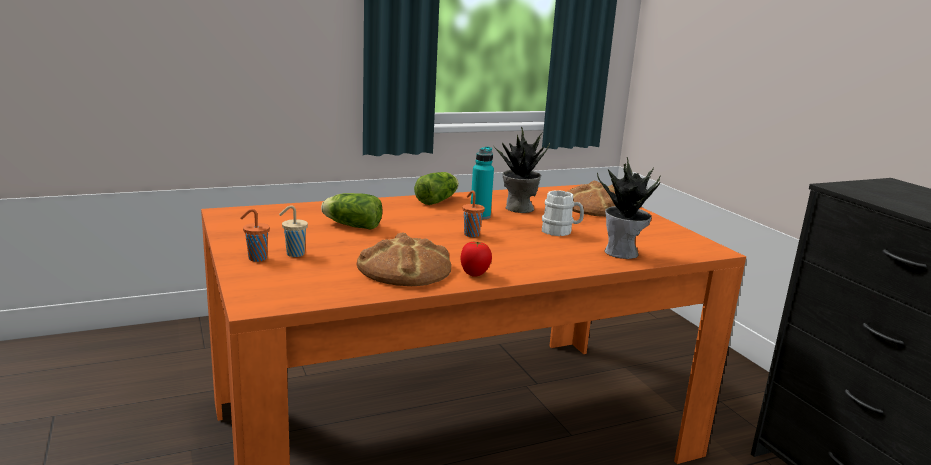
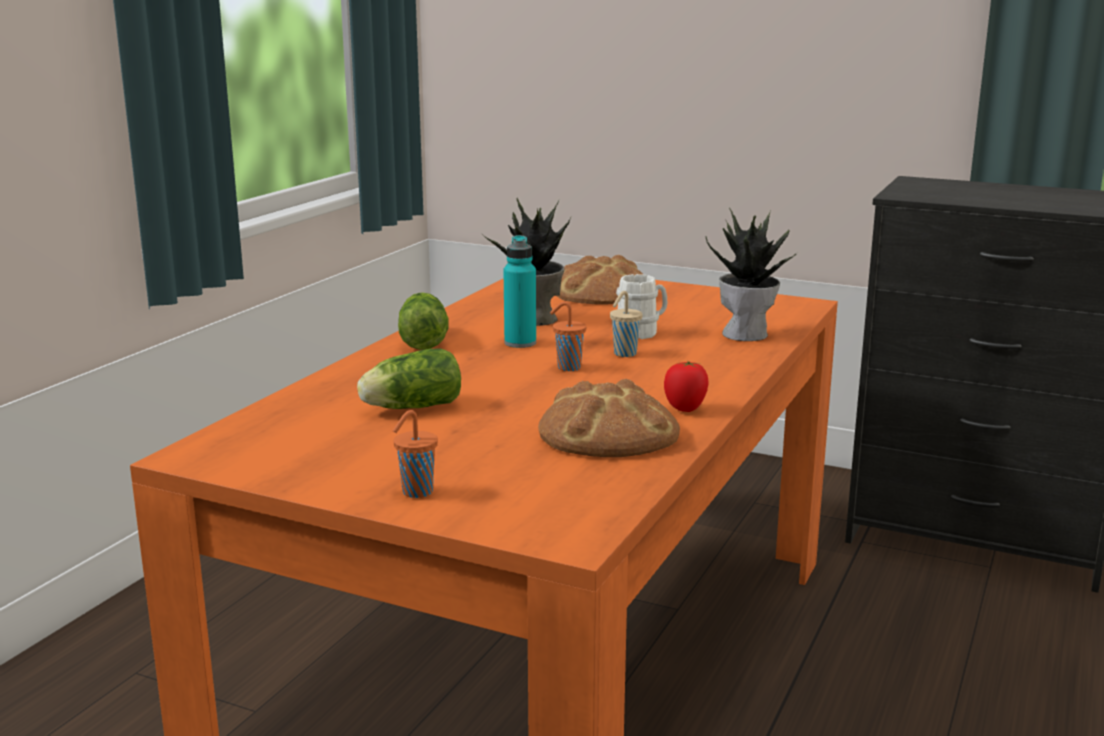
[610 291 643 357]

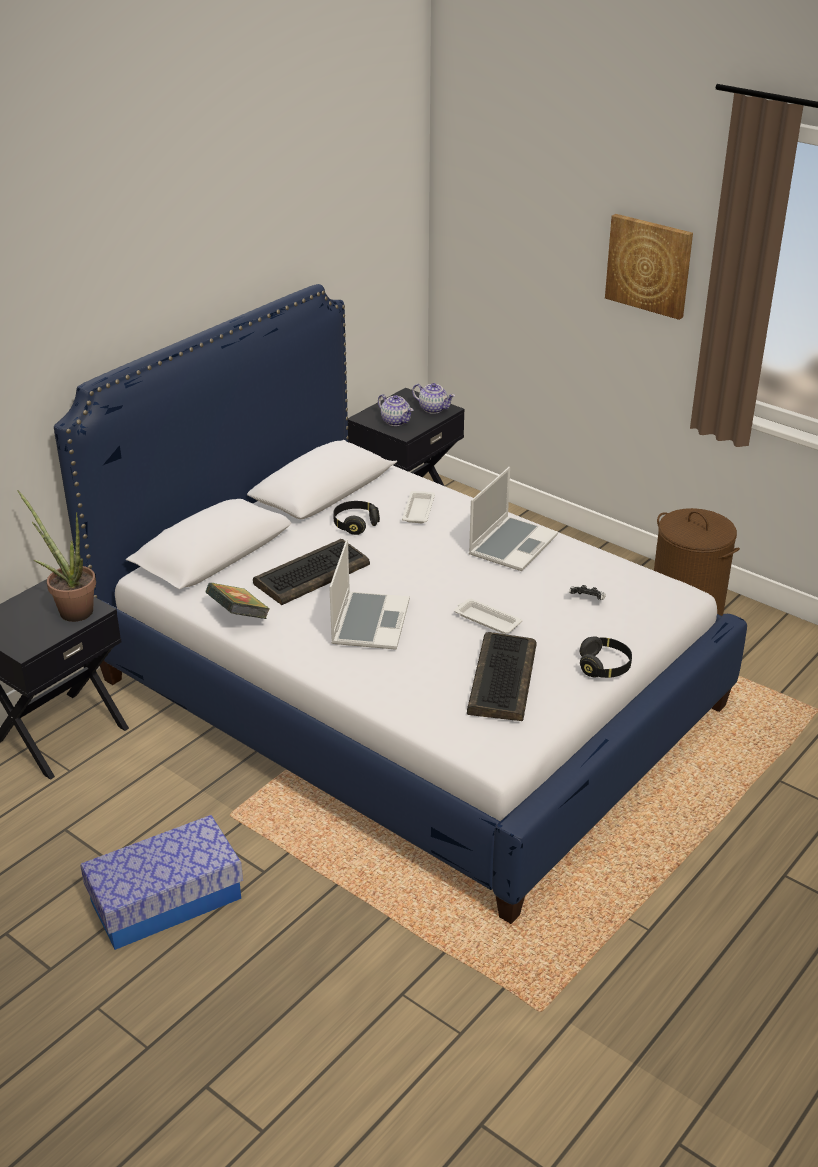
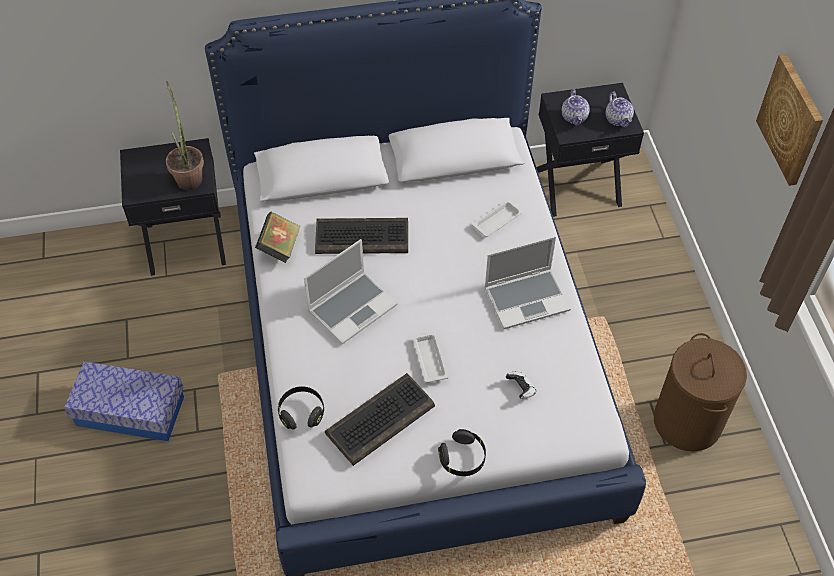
[278 386 324 429]

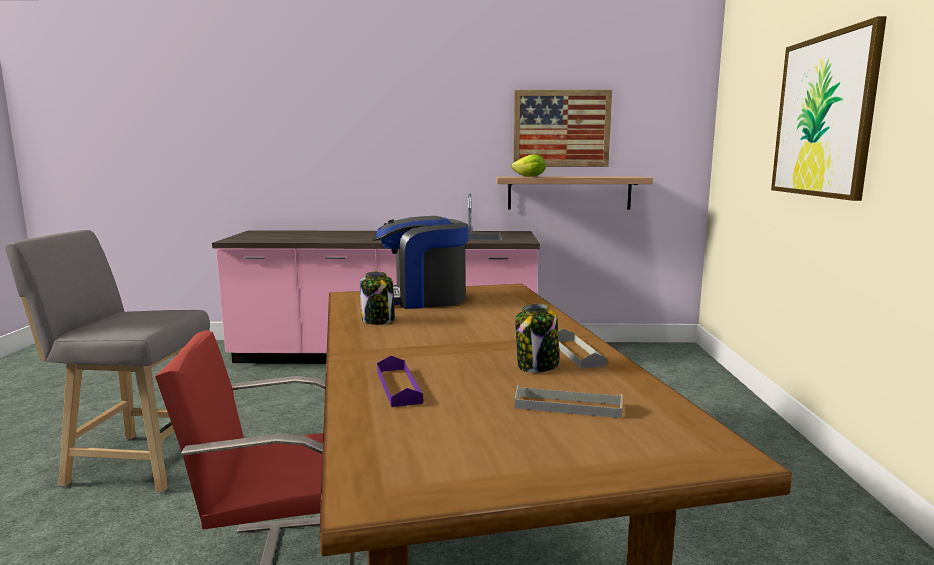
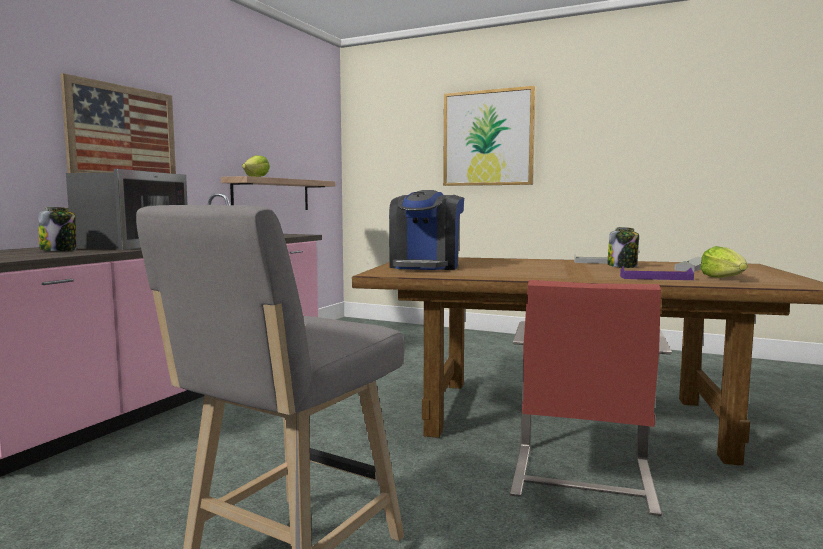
[38 207 76 251]
[60 73 176 174]
[66 169 188 250]
[700 246 747 278]

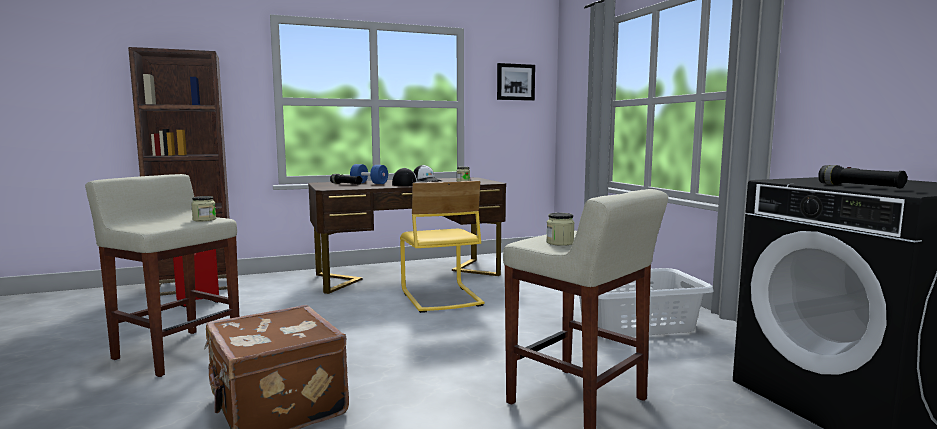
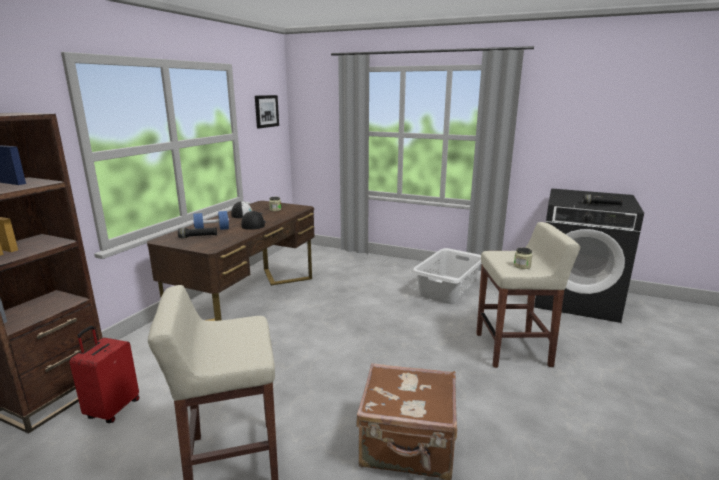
[191 196 216 221] (first image)
[400 181 484 313] (first image)

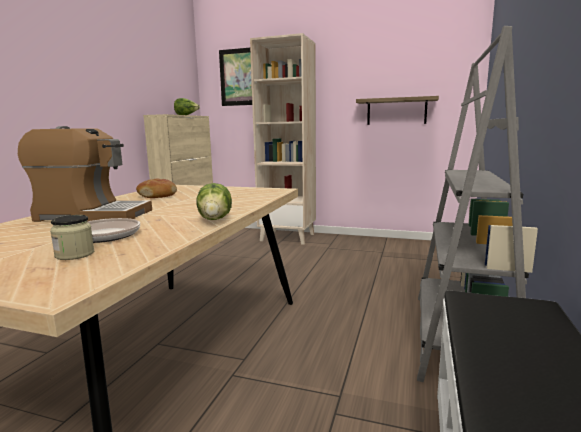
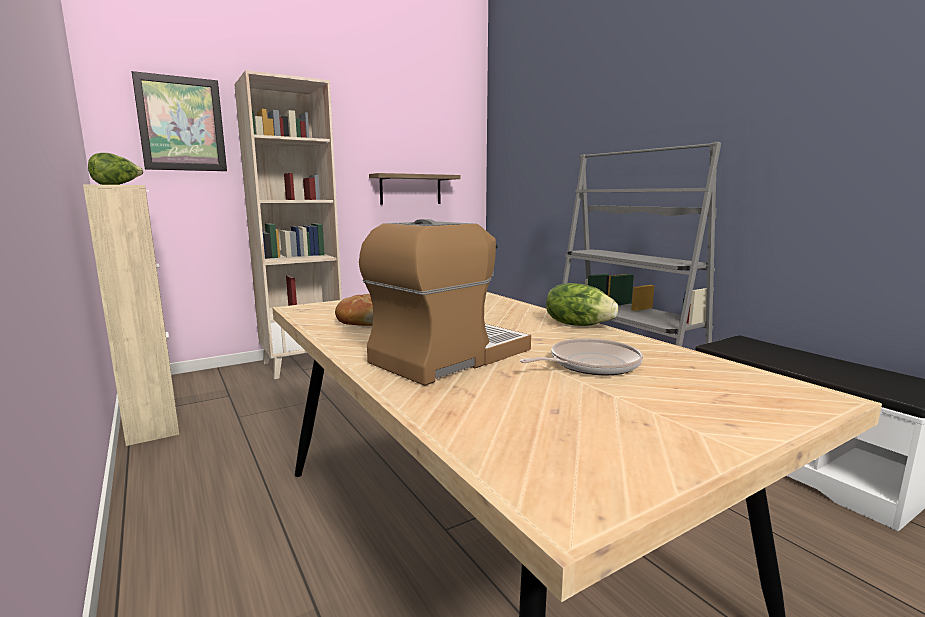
[50 215 94 260] (first image)

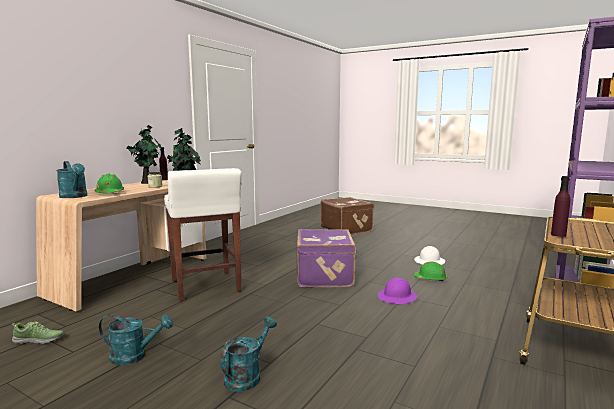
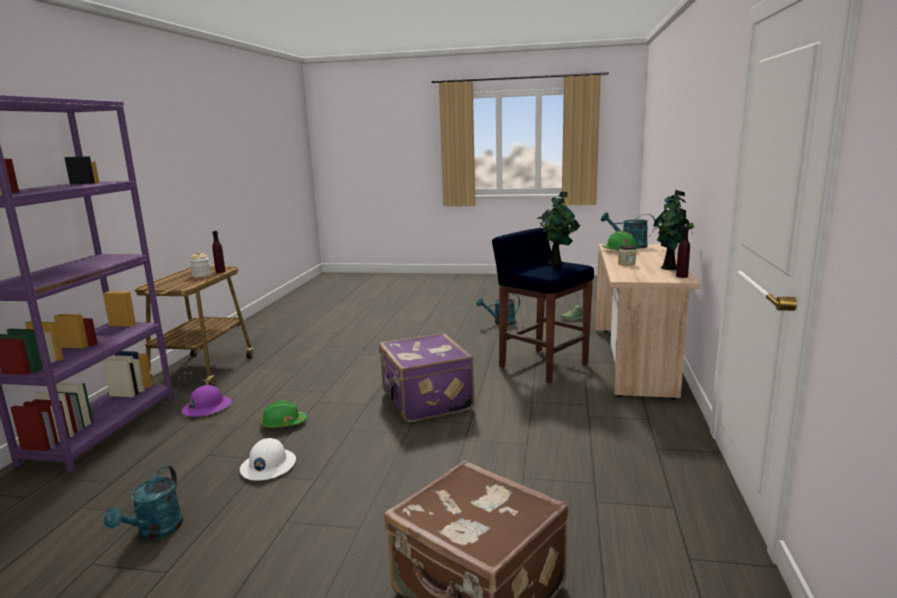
[492 228 594 383]
[104 466 183 540]
[182 385 232 417]
[189 251 211 278]

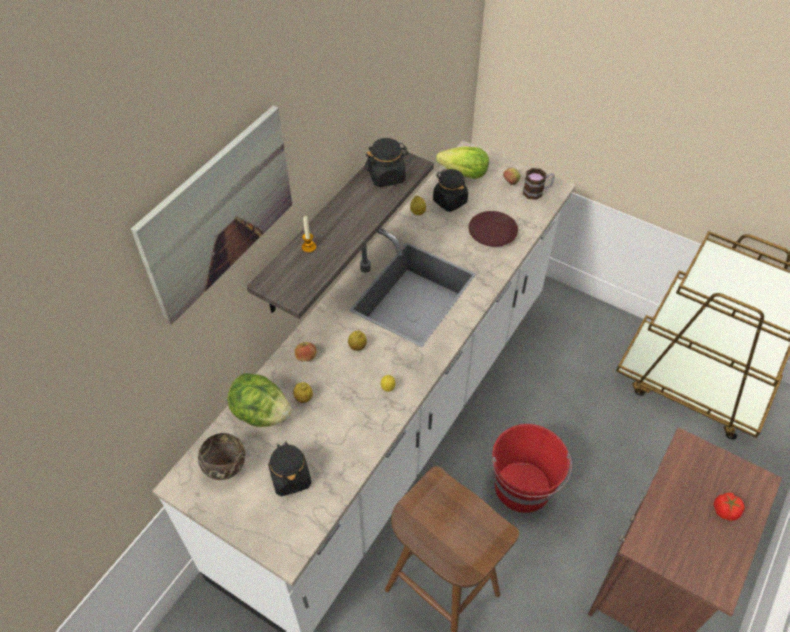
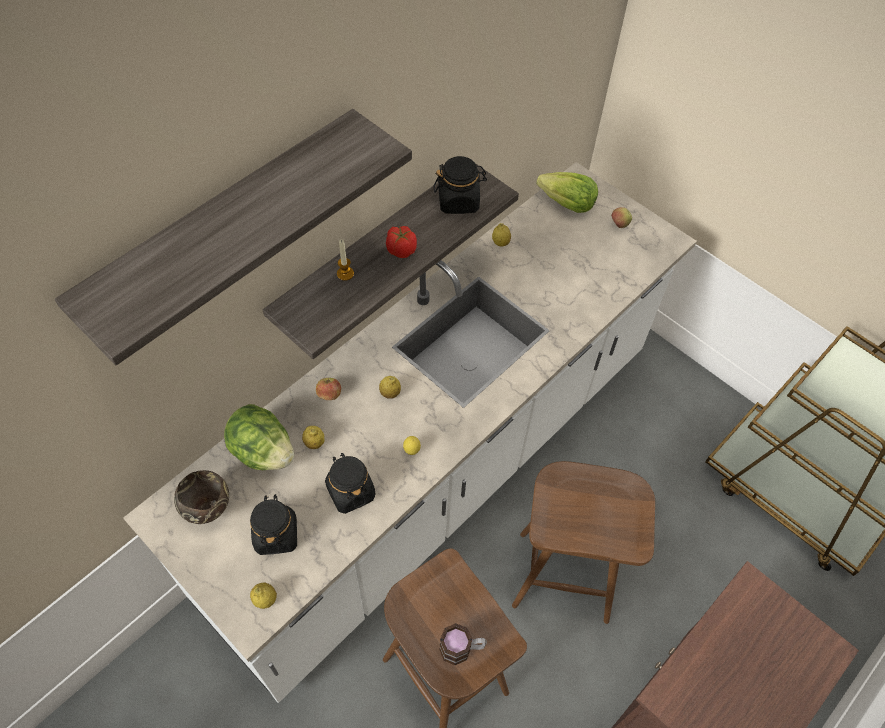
[55 109 412 365]
[325 453 375 514]
[468 211 518 247] (first image)
[512 461 655 624]
[439 623 487 665]
[386 226 417 258]
[250 582 277 609]

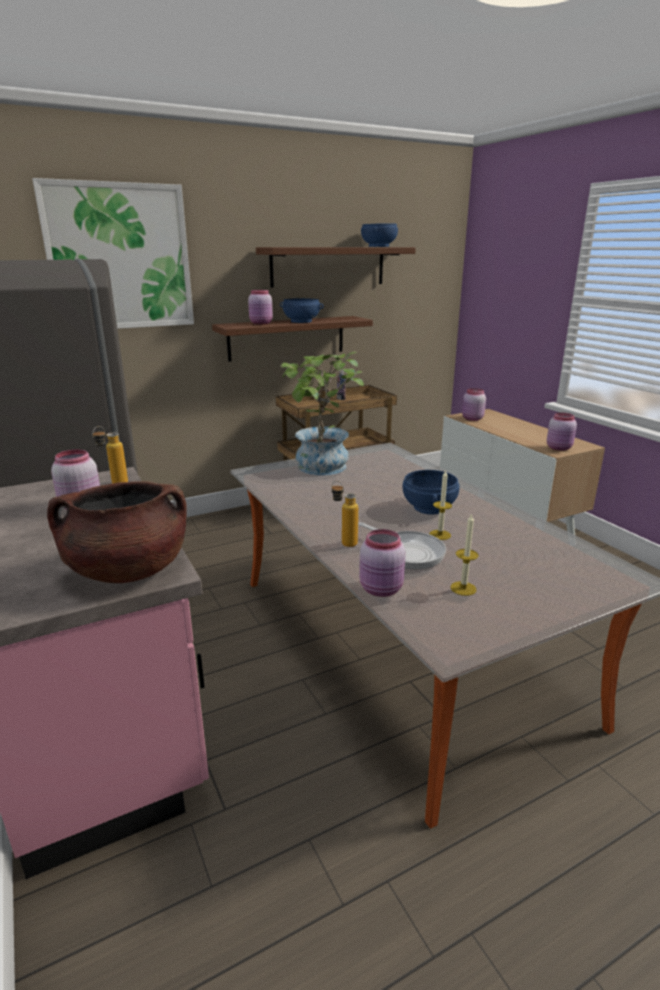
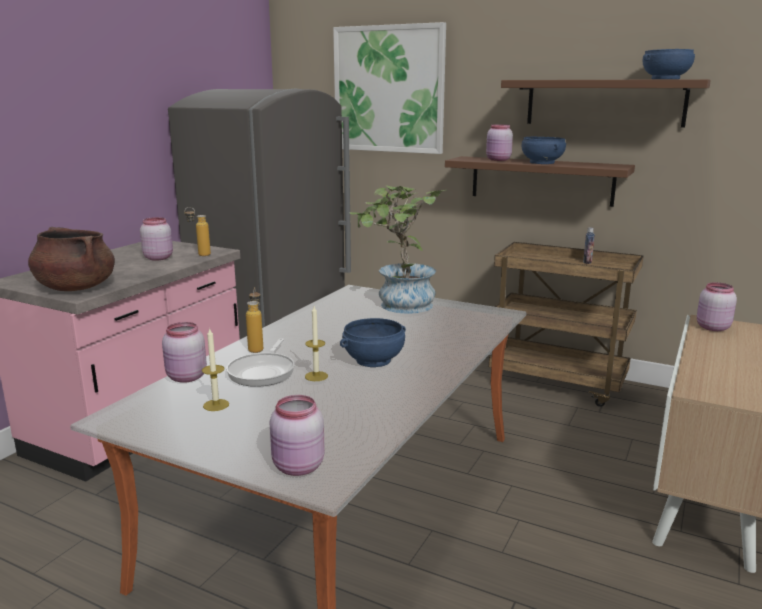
[270 395 325 476]

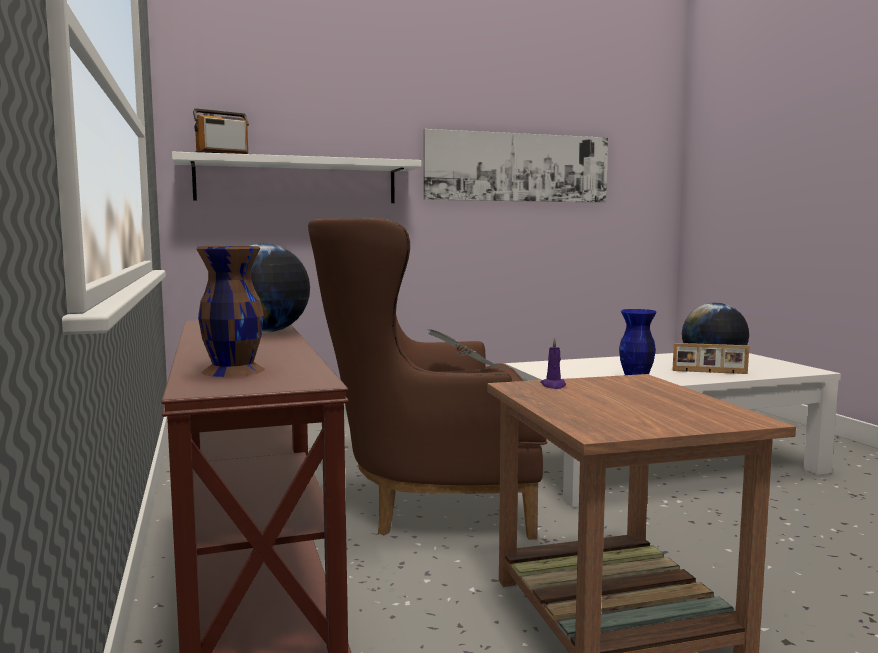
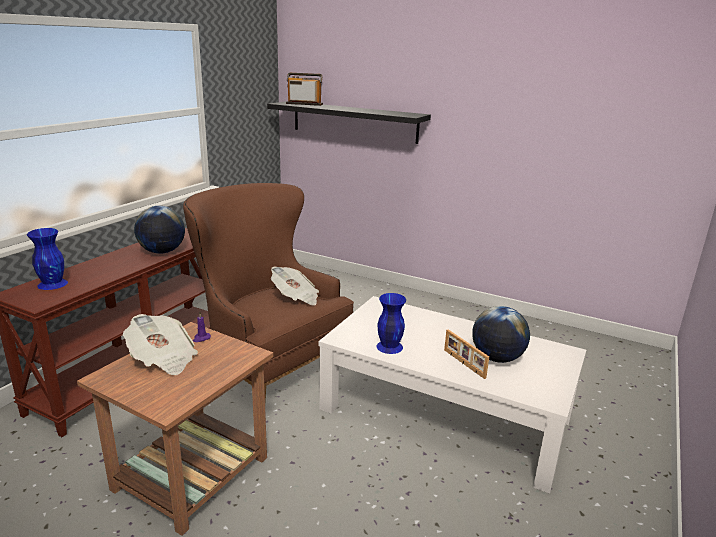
[267 101 431 144]
[27 228 68 290]
[423 129 608 203] (first image)
[123 314 198 375]

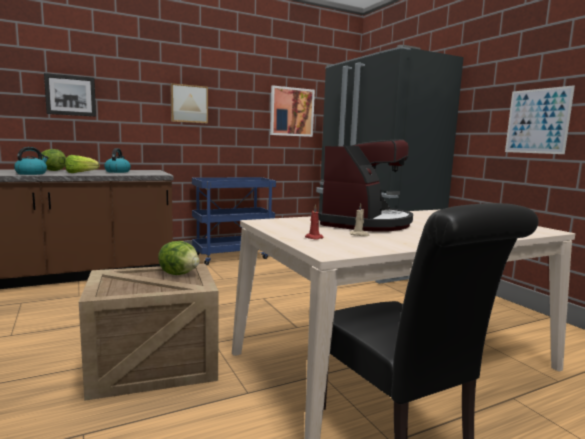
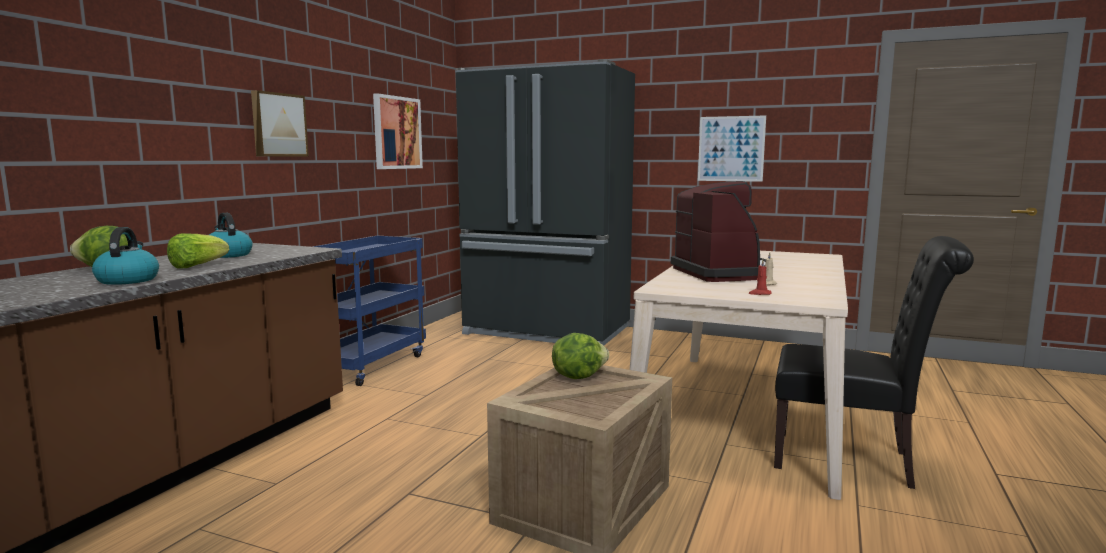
[44 73 96 117] (first image)

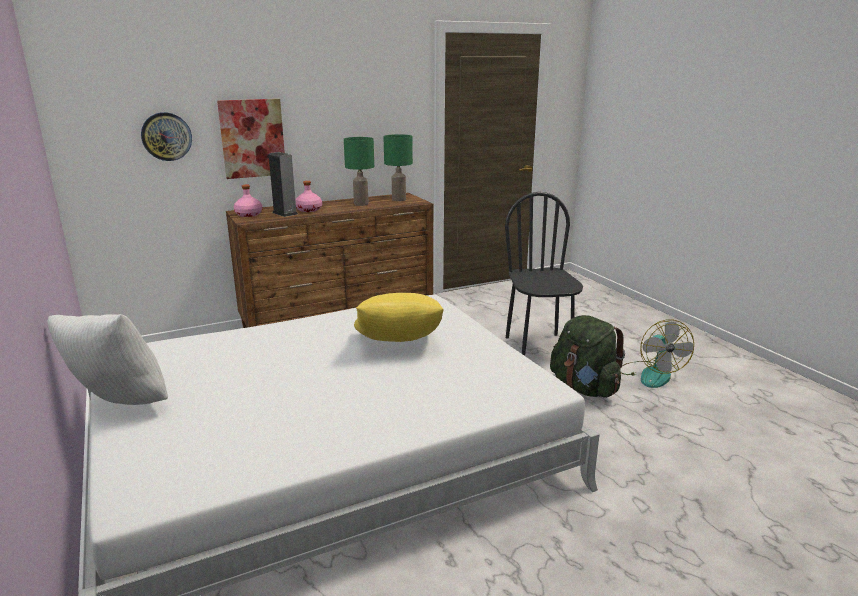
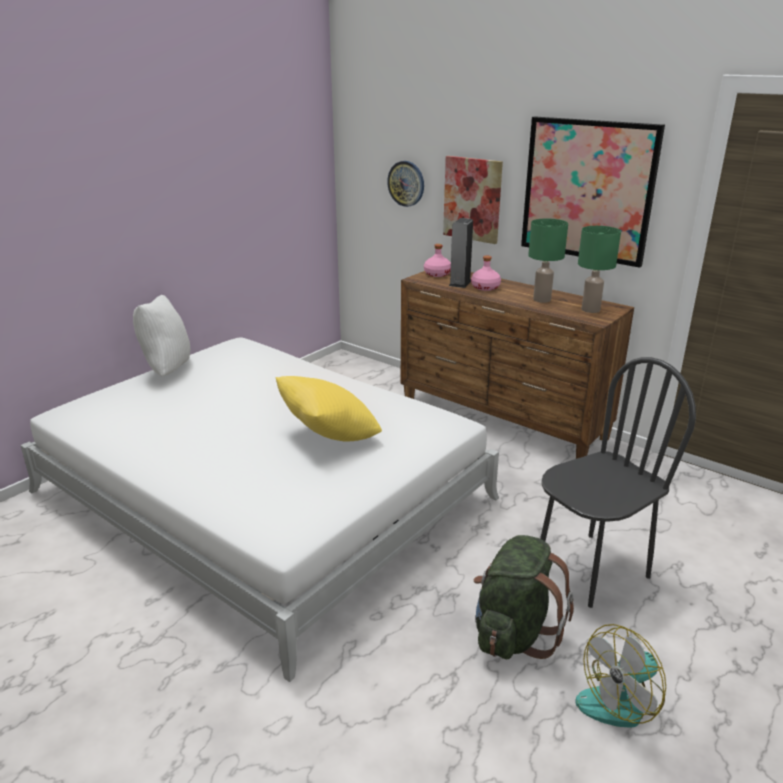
[521 117 665 268]

